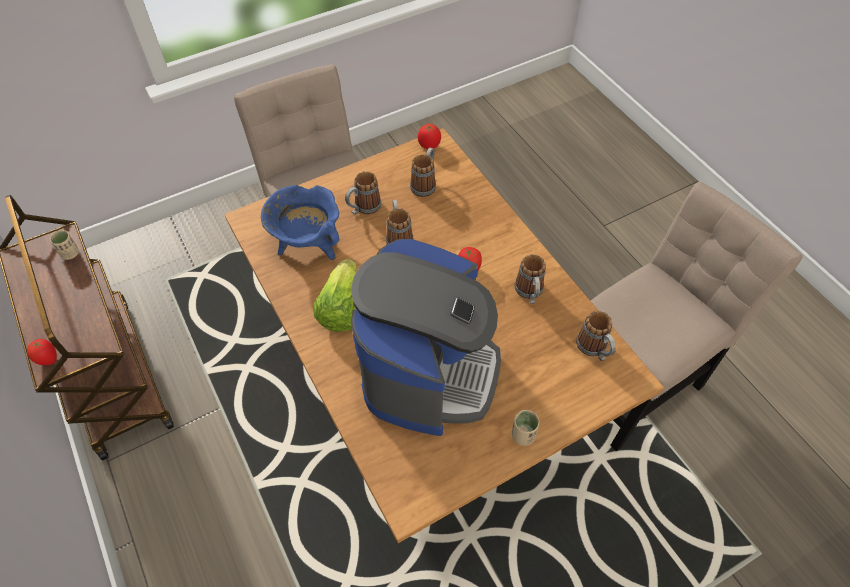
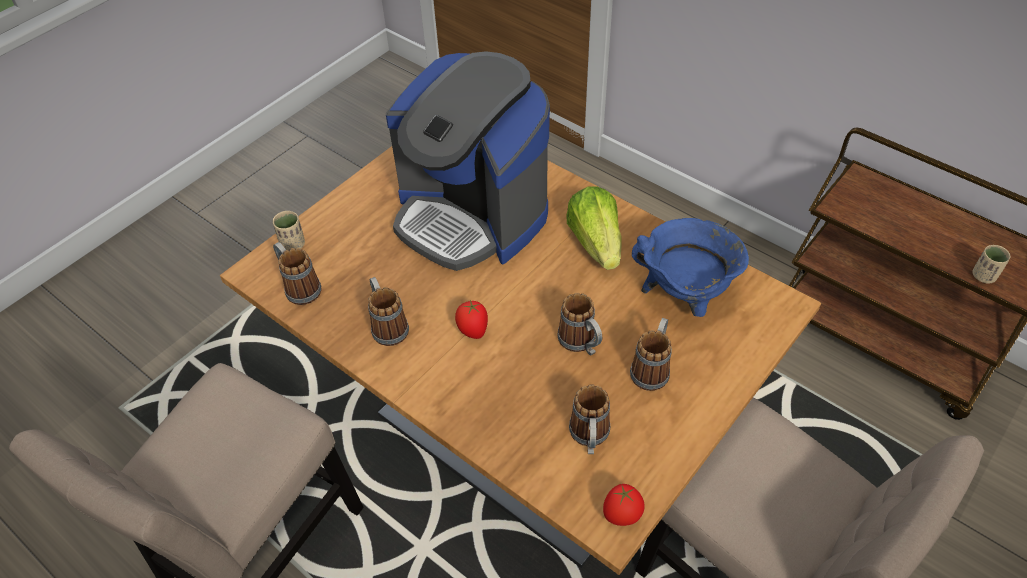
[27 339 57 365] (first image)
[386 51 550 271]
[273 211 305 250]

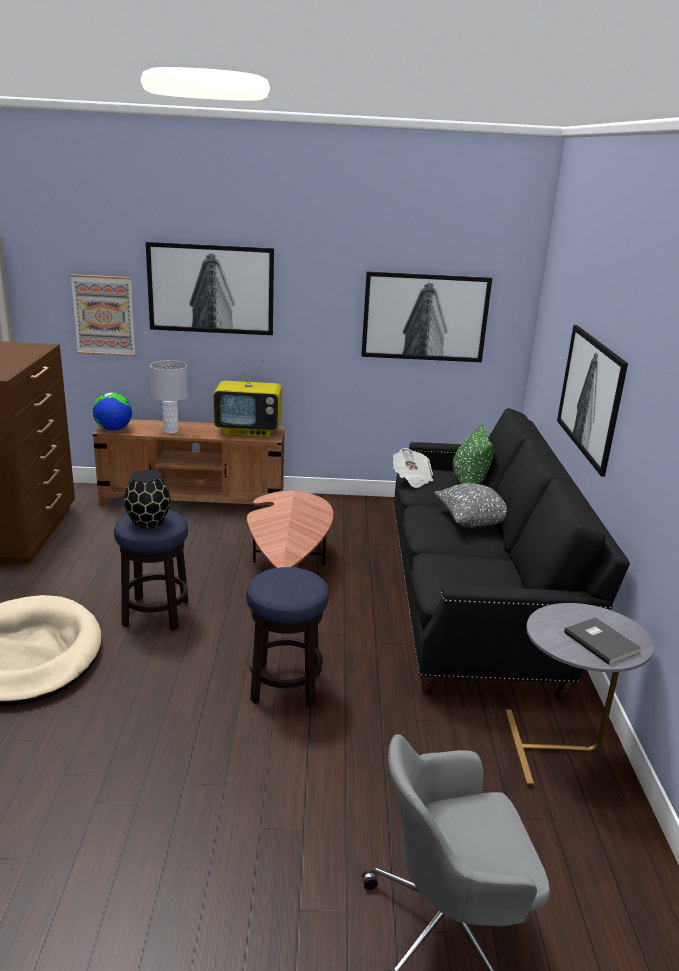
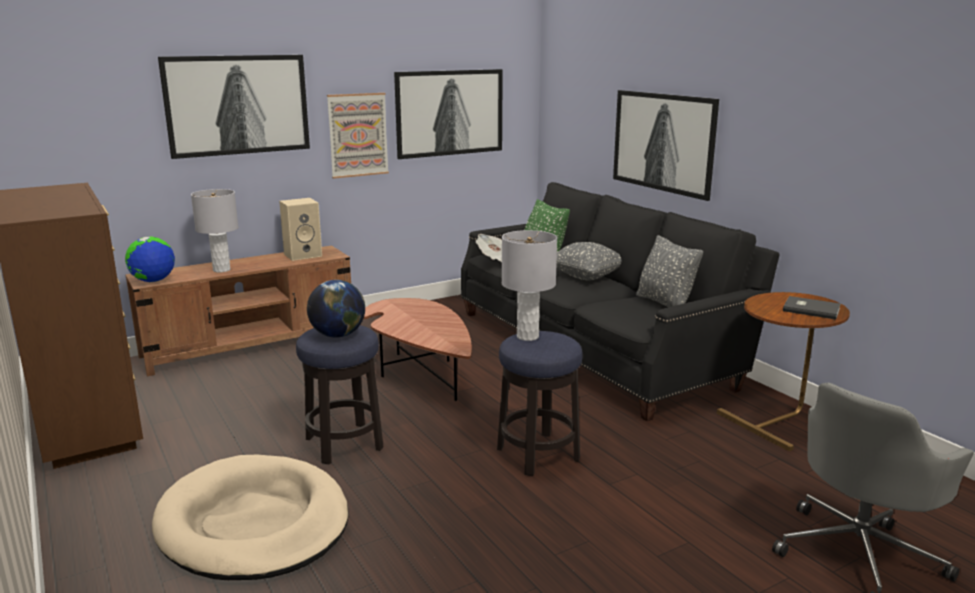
[327 93 389 179]
[307 280 365 338]
[279 198 322 261]
[717 292 850 451]
[502 230 557 341]
[636 235 703 307]

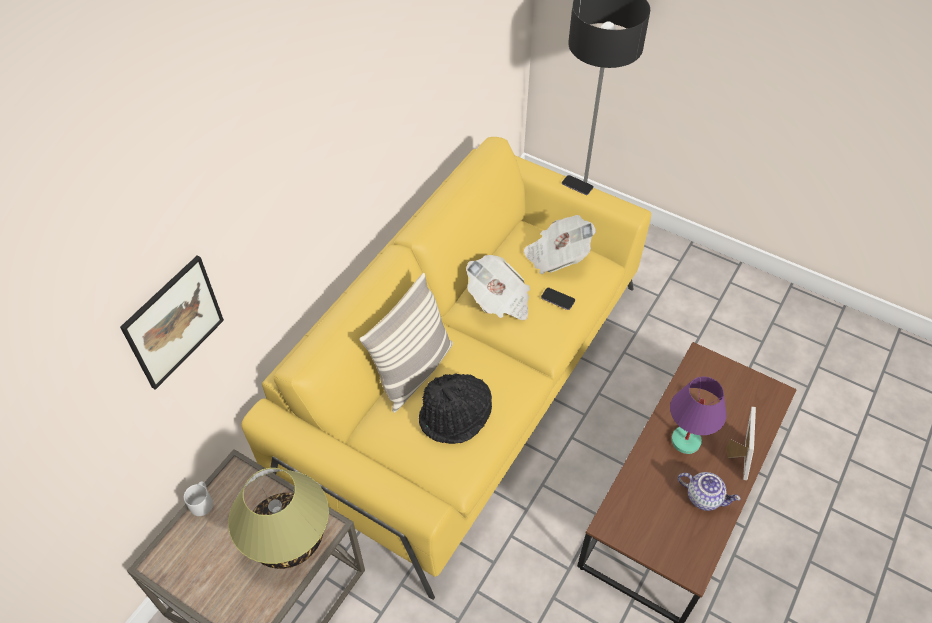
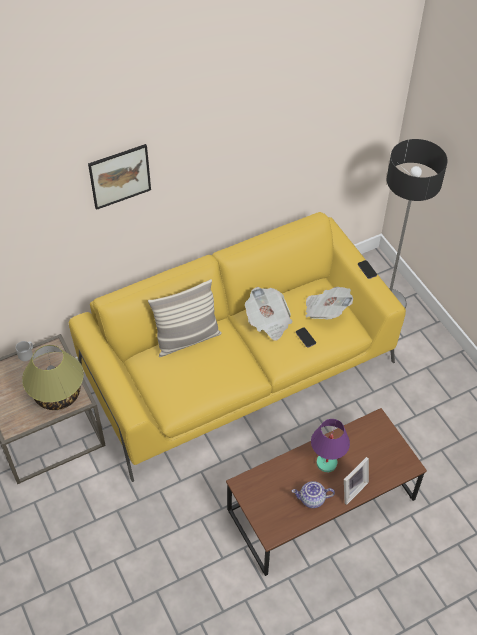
[88 144 151 210]
[419 373 492 444] (first image)
[292 481 335 508]

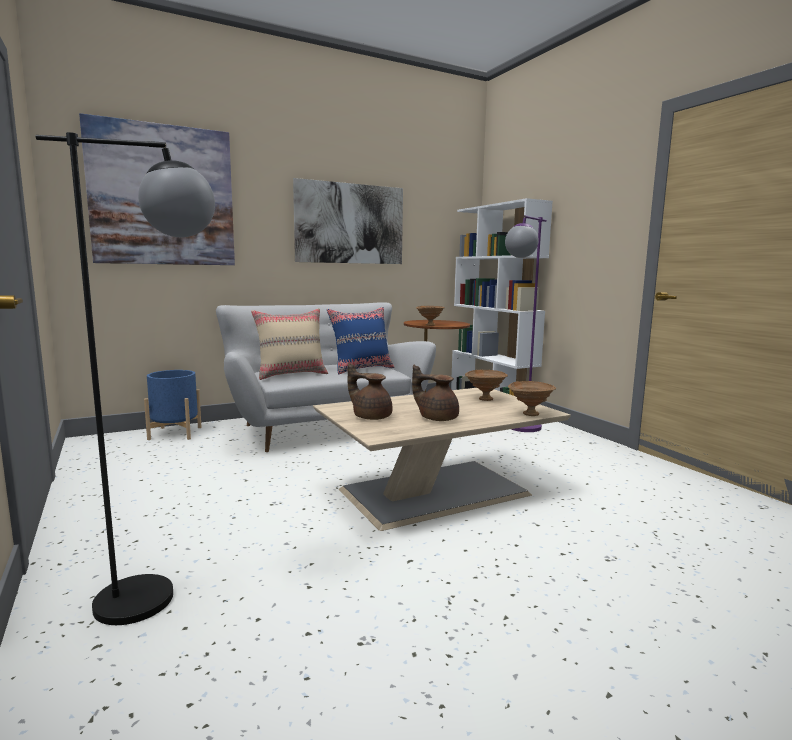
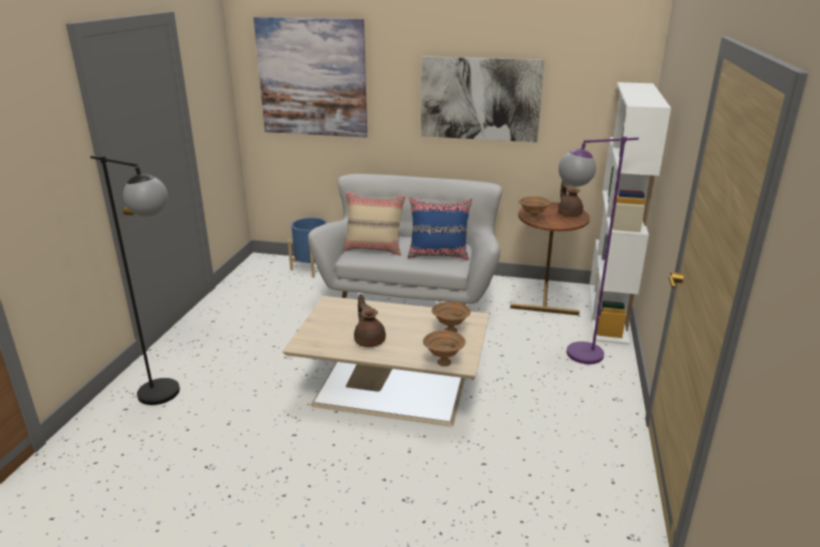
[558 180 583 217]

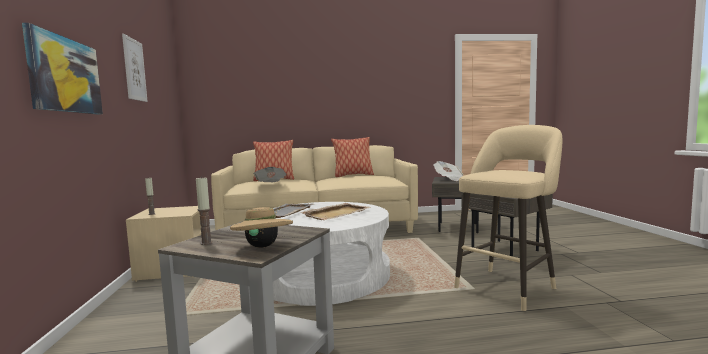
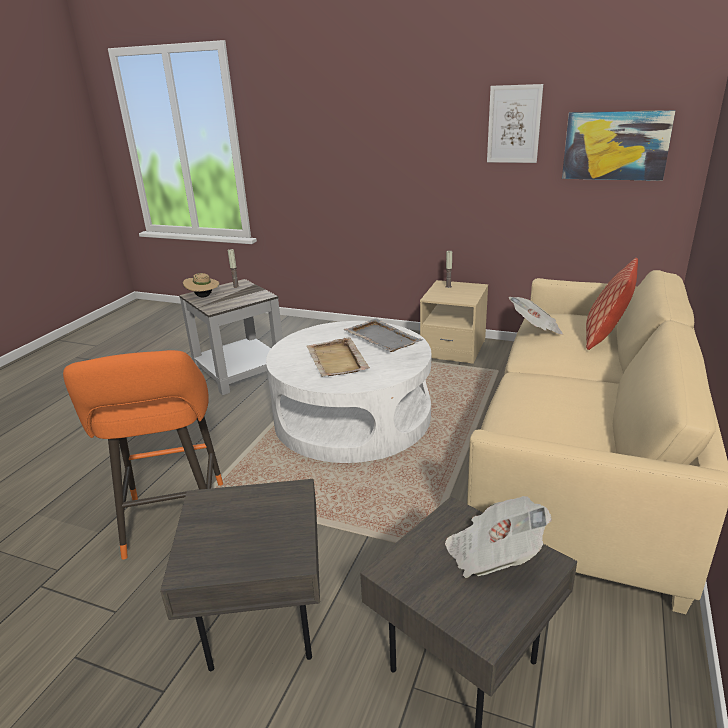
[562 110 675 181]
[331 137 374 177] (first image)
[63 350 223 559]

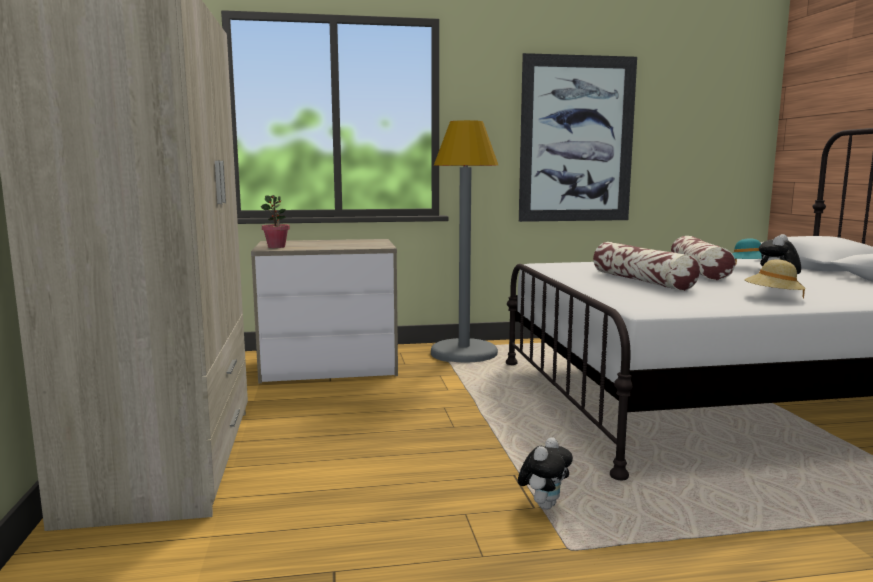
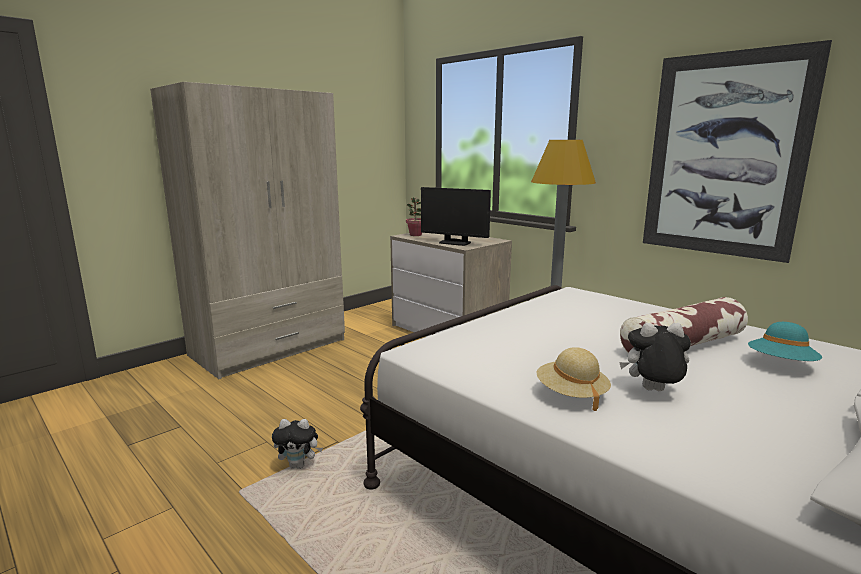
[593 242 700 291] (first image)
[421 187 491 246]

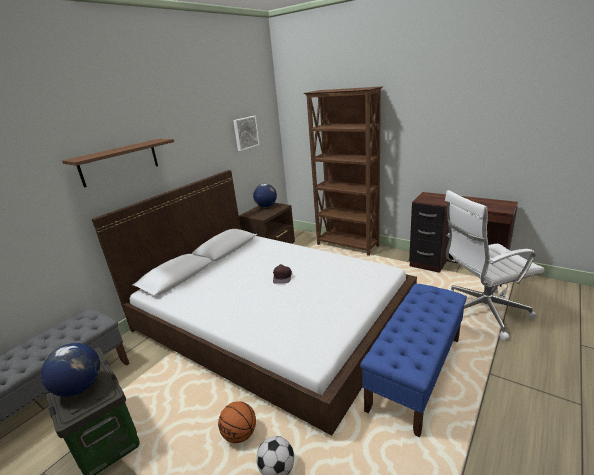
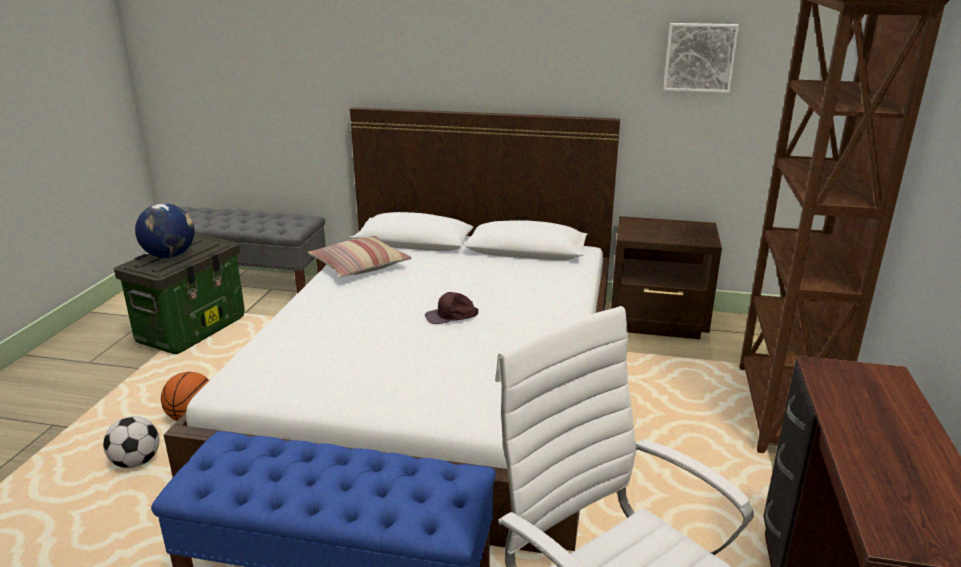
[62 139 174 188] (first image)
[253 184 277 207] (first image)
[308 236 411 277]

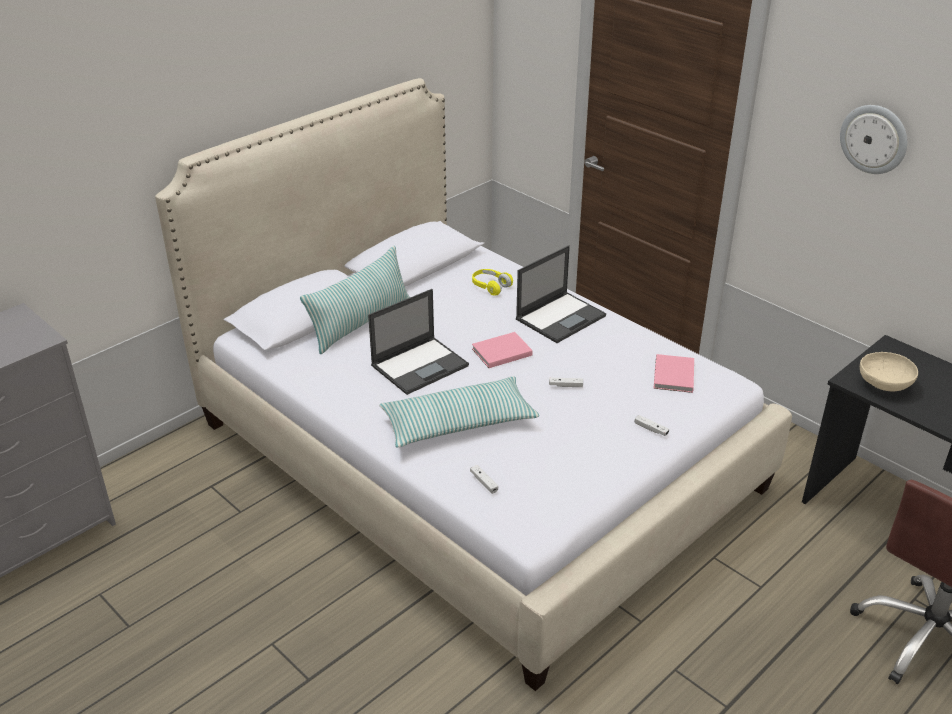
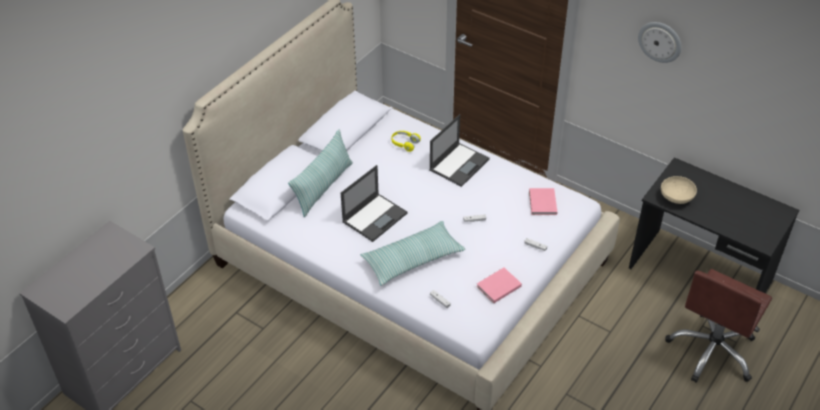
[476 268 522 303]

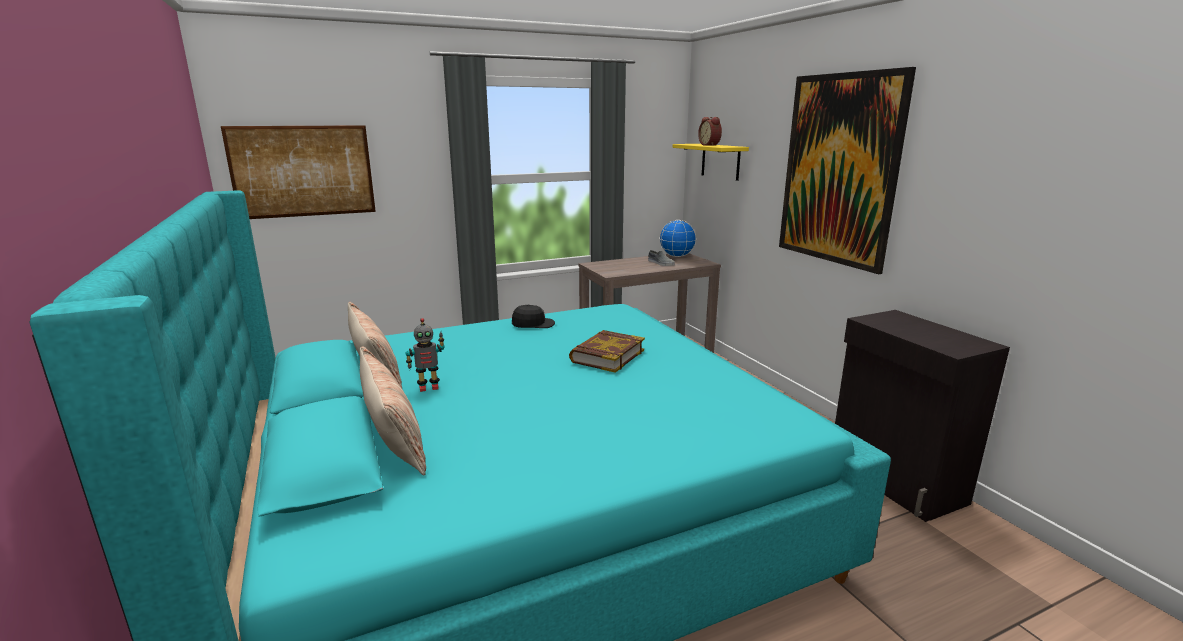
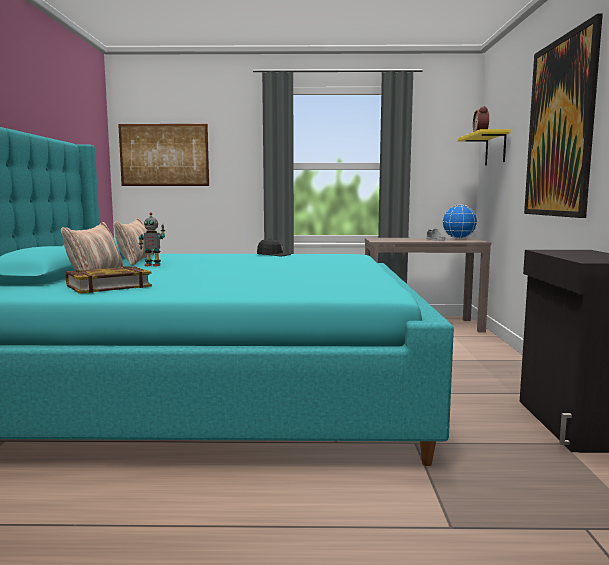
[66 266 152 294]

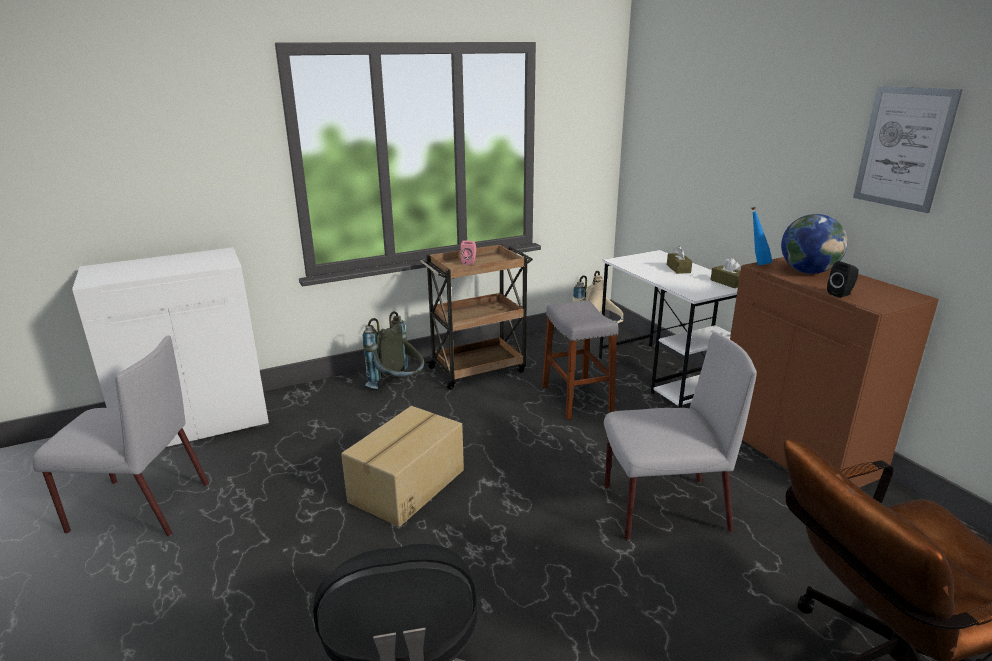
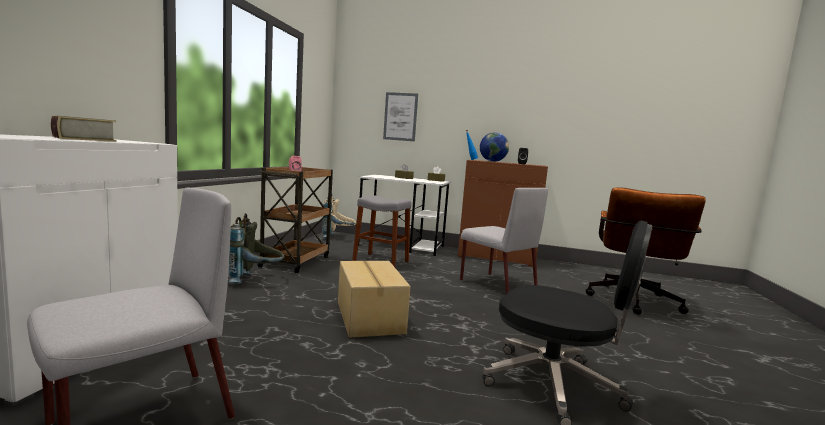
[460 188 548 294]
[383 92 418 141]
[51 116 117 142]

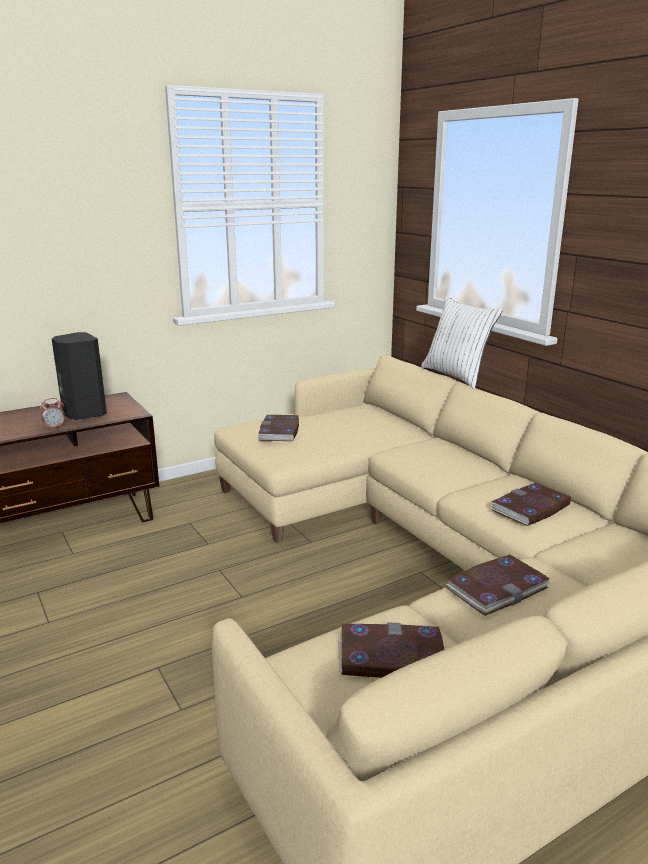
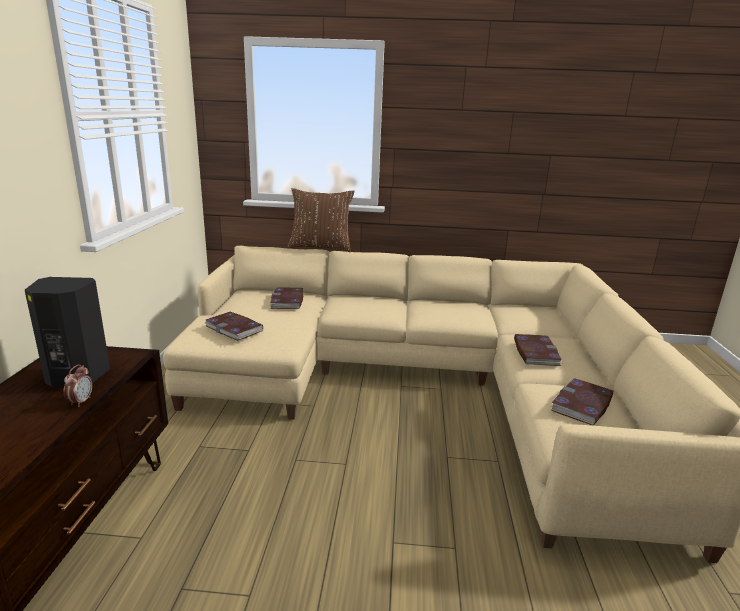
[287 188 354 252]
[270 288 303 309]

